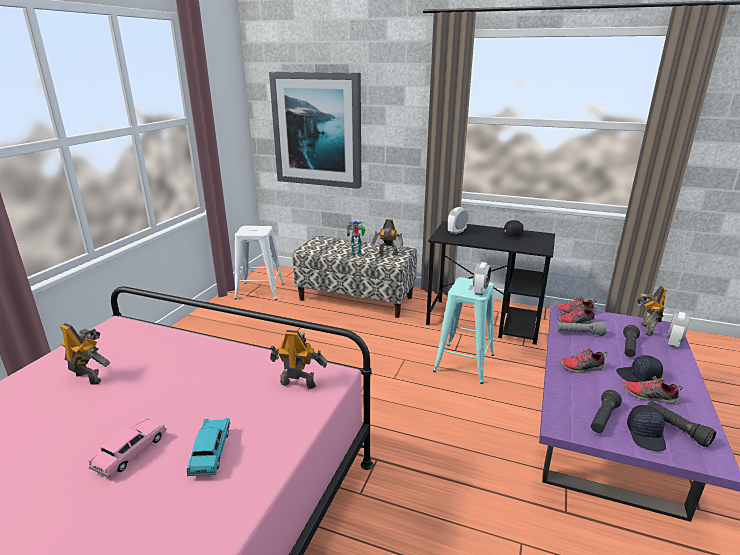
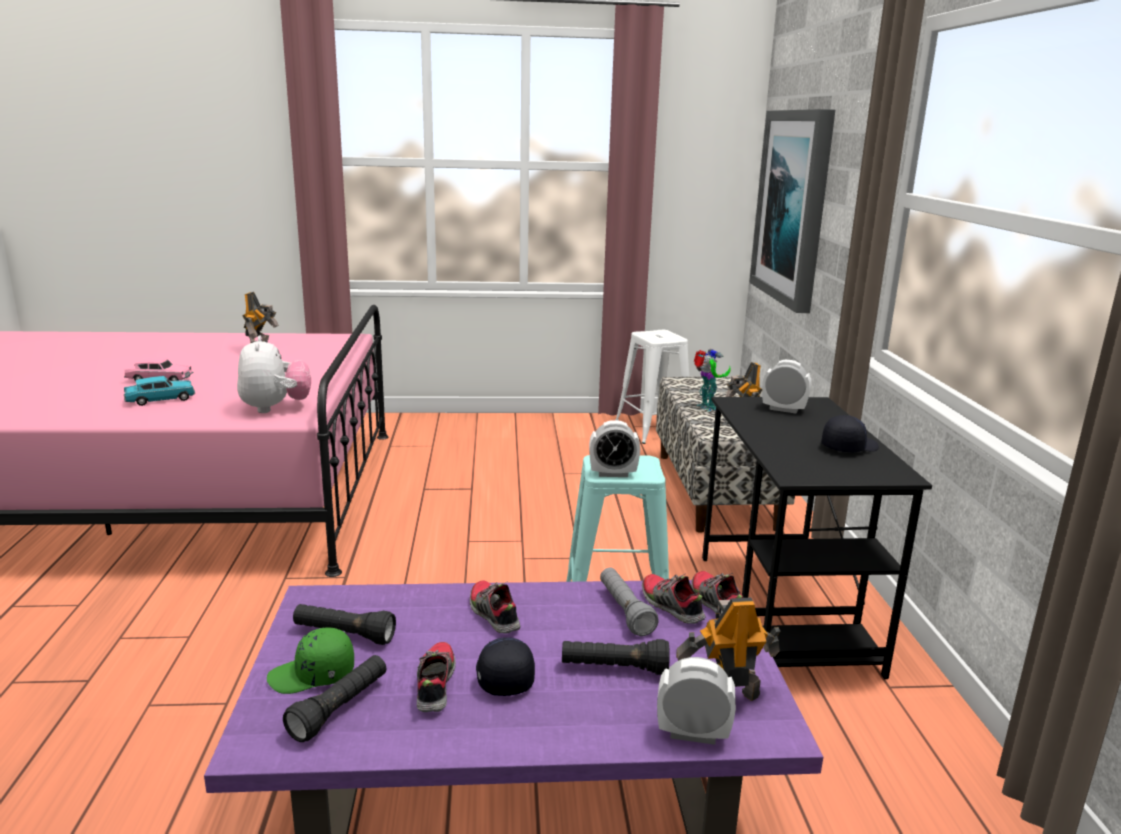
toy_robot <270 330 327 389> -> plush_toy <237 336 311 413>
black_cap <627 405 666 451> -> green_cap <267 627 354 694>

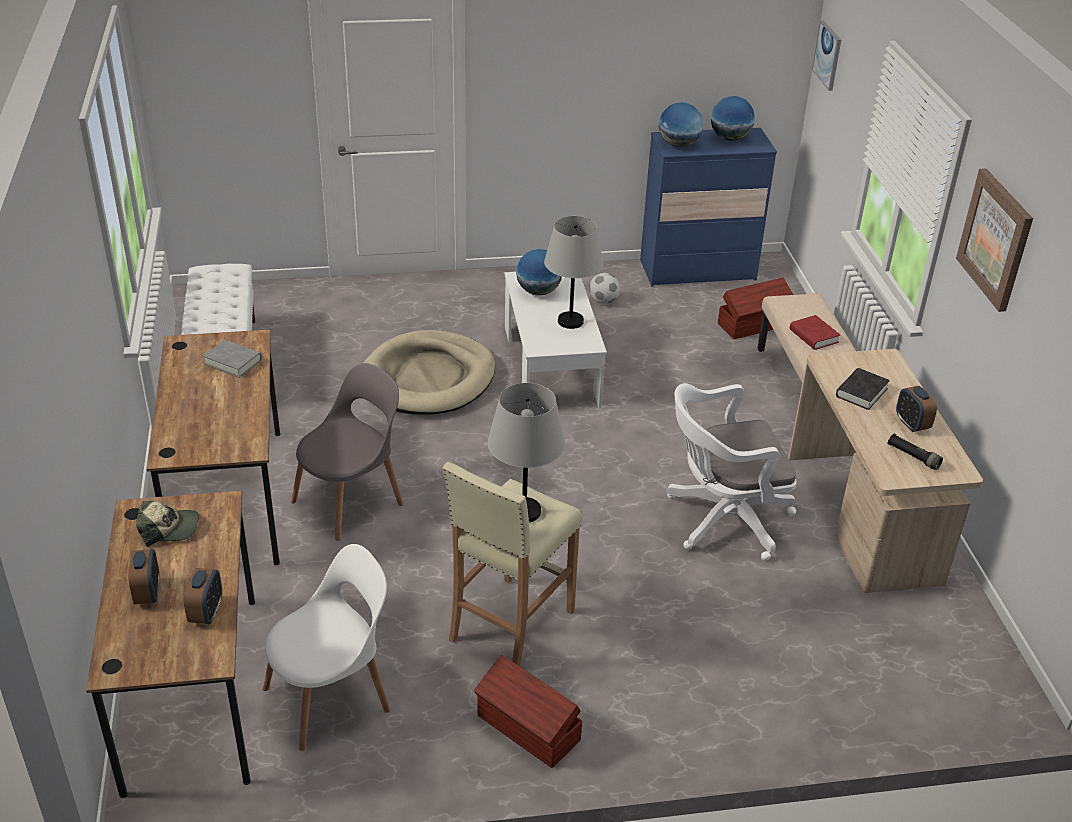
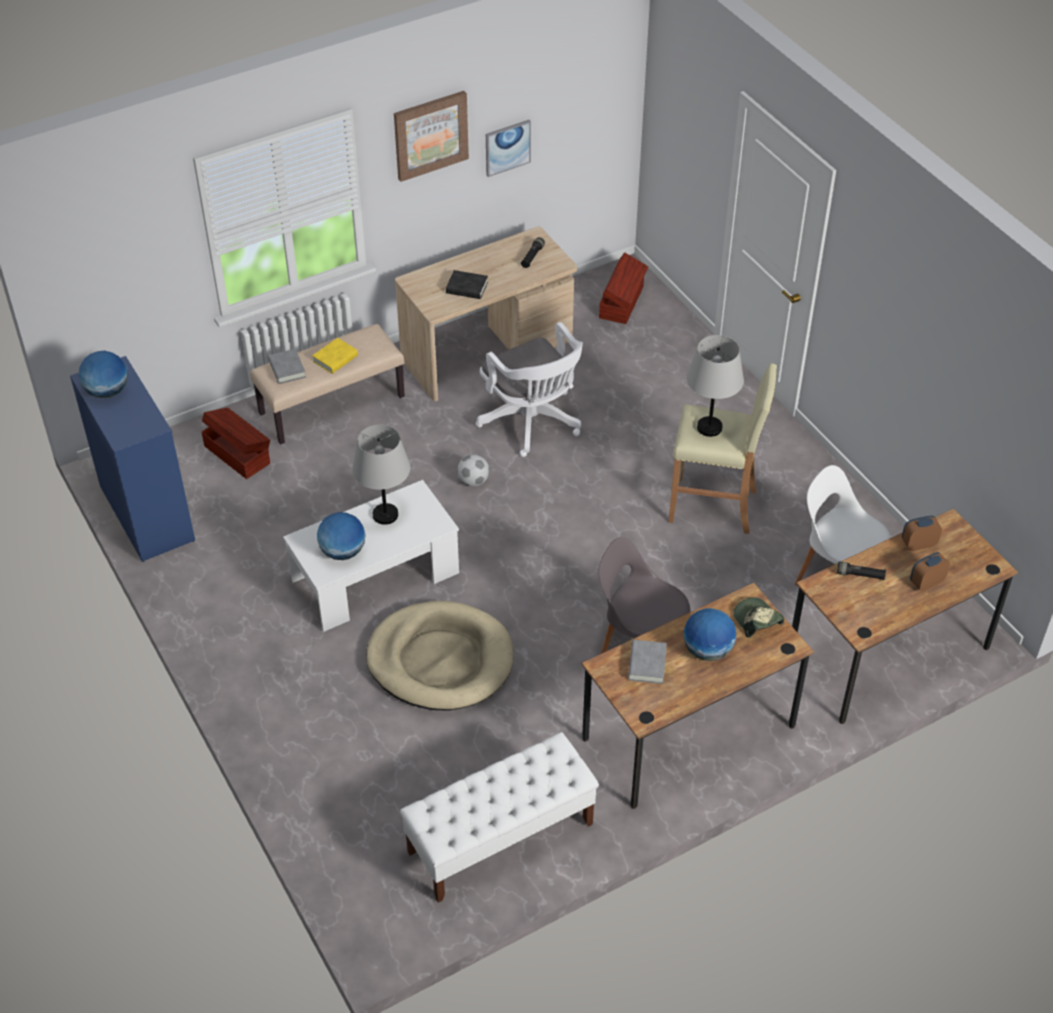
none -> grey_book <268 349 306 384>
red_book <790 315 840 350> -> yellow_book <312 338 358 374>
football <589 273 620 304> -> football <457 454 489 487>, moved
picture <812 20 841 91> -> picture <486 120 531 177>, moved
brown_storage_box <474 654 582 768> -> brown_storage_box <599 252 648 324>, moved
globe <659 102 703 147> -> globe <684 608 736 661>, moved
cap <136 501 199 547> -> cap <734 597 784 638>, moved
none -> black_flashlight <837 562 886 580>
alarm_clock <896 386 937 432> -> none

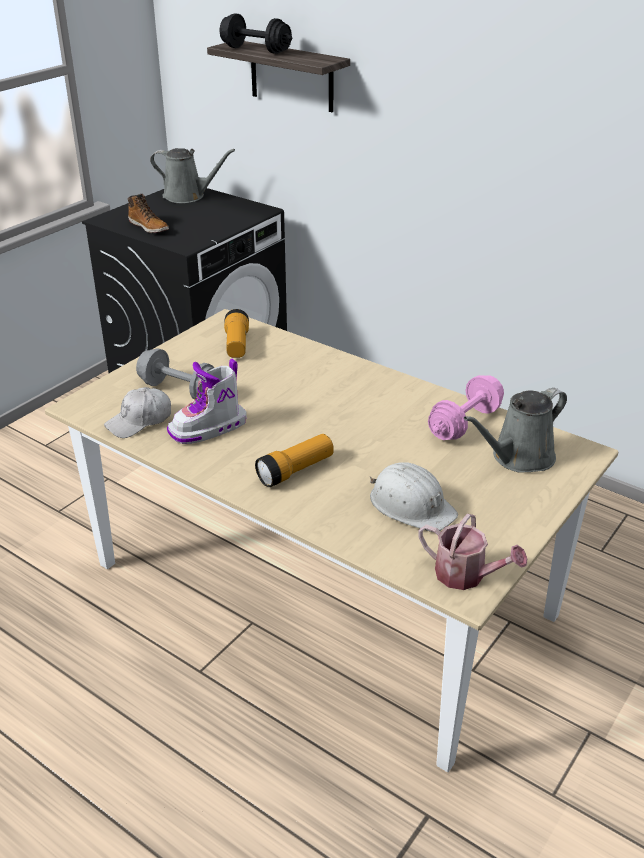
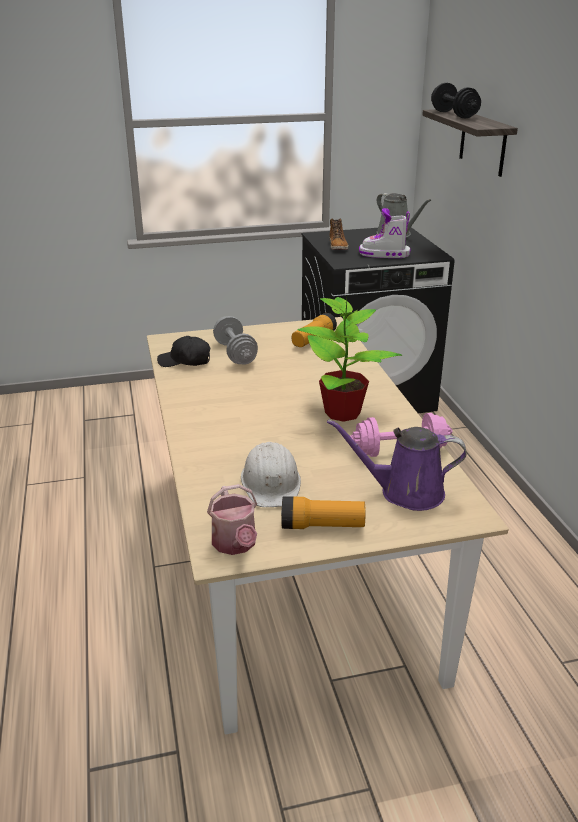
white_cap <104 387 171 438> -> black_cap <157 336 210 367>
flashlight <255 434 334 487> -> flashlight <281 496 366 529>, moved
none -> potted_plant <297 294 402 422>
grey_watering_can <464 388 567 473> -> purple_watering_can <327 419 467 511>
boot <167 359 247 444> -> boot <359 208 410 258>, moved

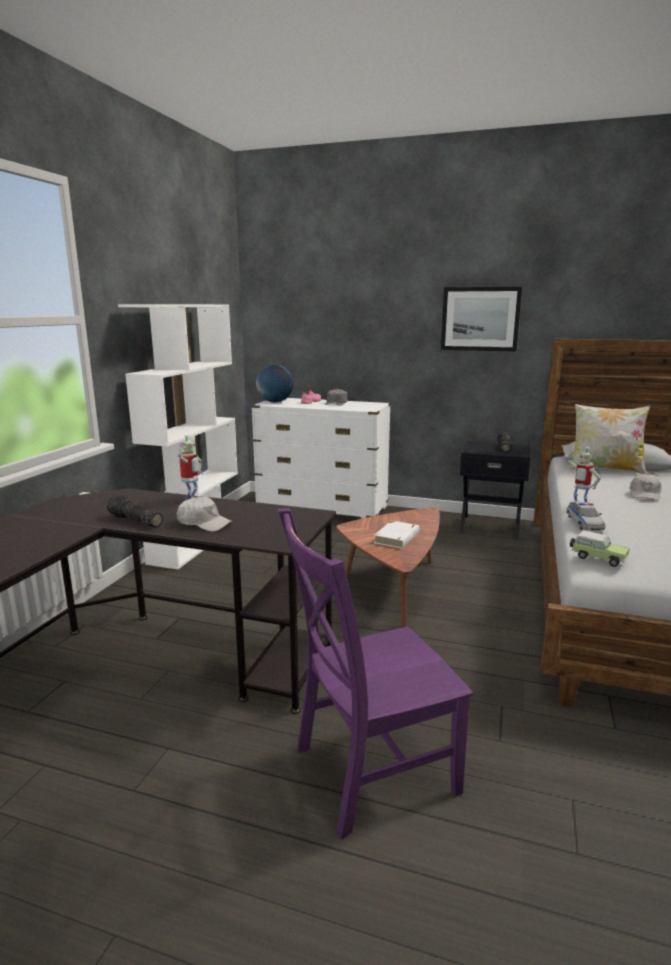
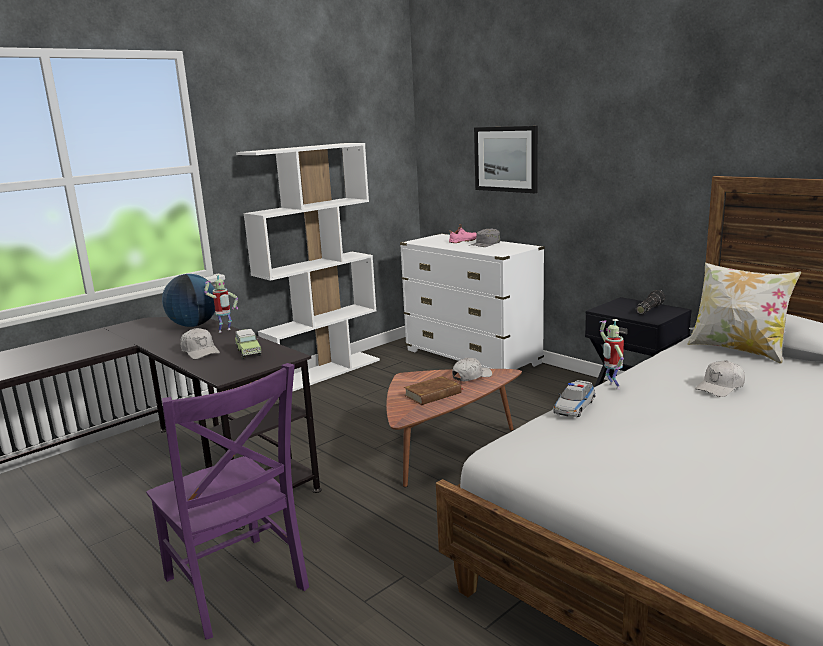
purple_chair <278 508 473 840> -> purple_chair <146 363 309 640>, 135 degrees counterclockwise
globe <256 365 293 402> -> globe <162 274 215 327>, moved
toy_car <570 531 630 567> -> toy_car <235 329 261 359>, moved
white_book <374 521 419 548> -> brown_book <404 376 463 405>
none -> white_cap <452 358 492 381>
picture <441 287 522 351> -> picture <474 126 538 193>, moved
flashlight <107 495 163 527> -> none

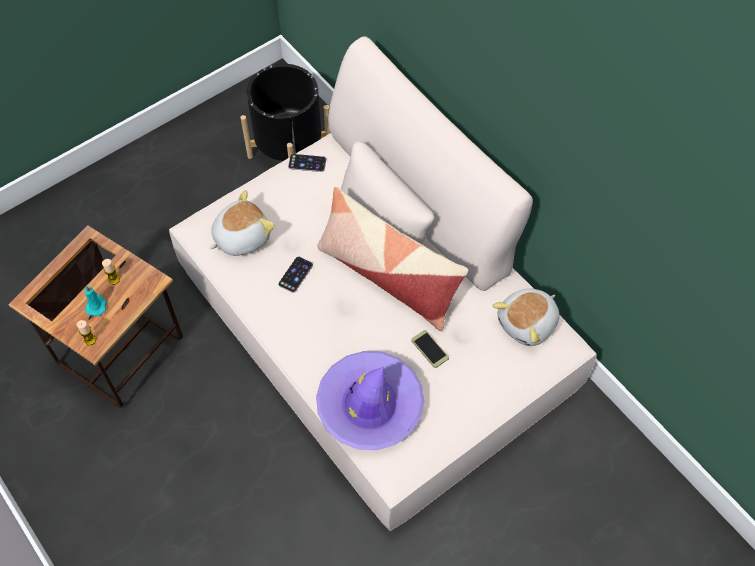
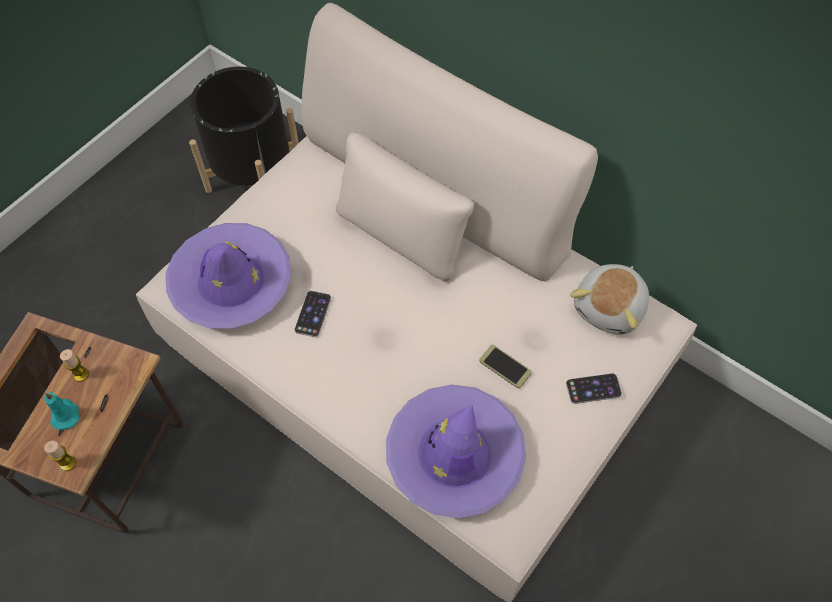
plush_toy <209 190 275 256> -> purple_hat <166 223 291 329>
phone <288 154 326 172> -> phone <566 373 622 404>, moved
pillow <317 187 468 331> -> none

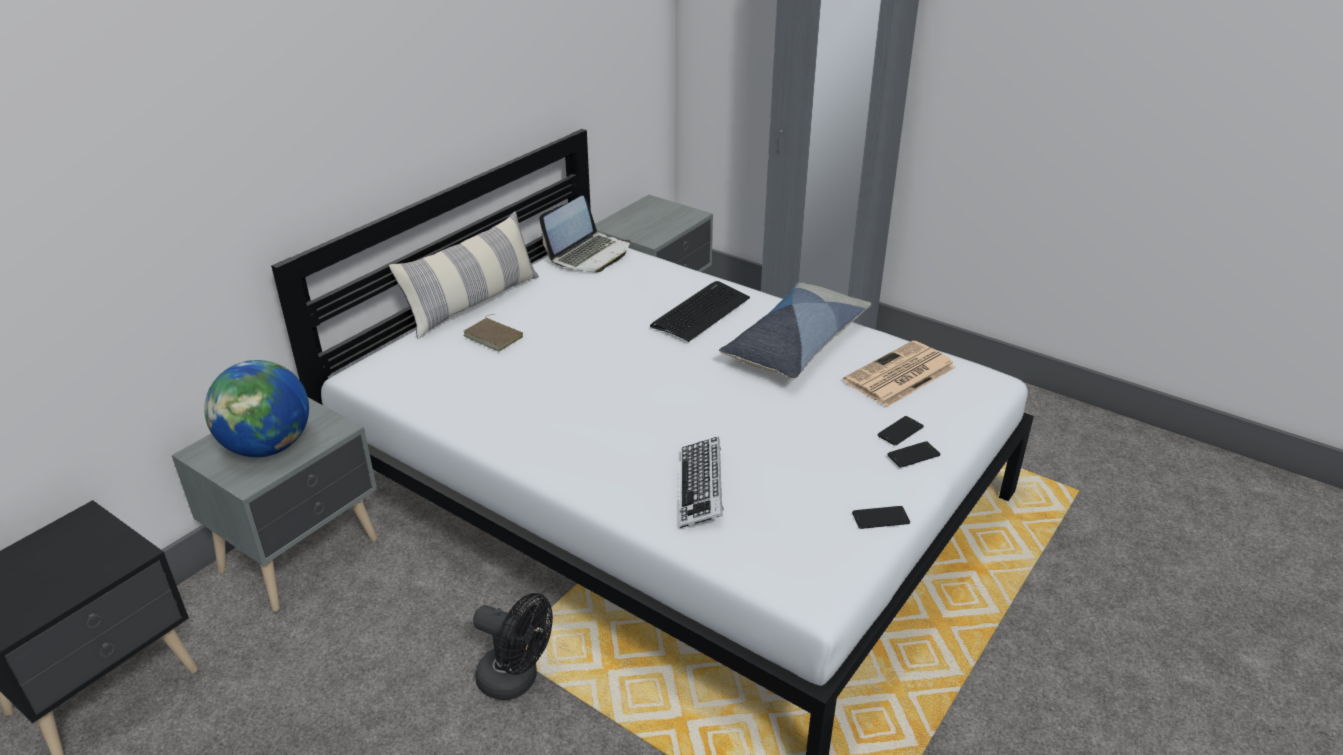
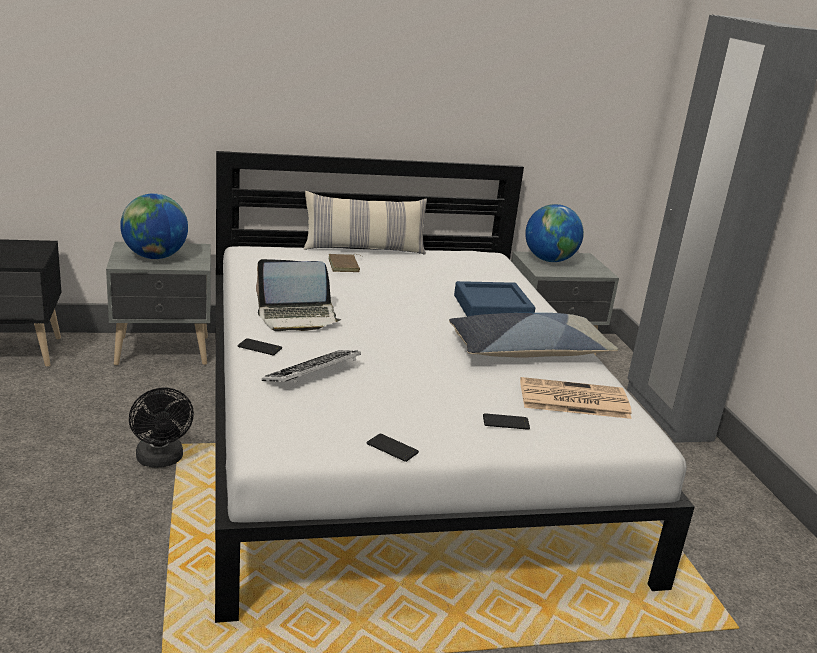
phone <887 441 940 468> -> phone <237 338 282 356>, moved
laptop <539 196 630 272> -> laptop <256 259 341 331>, moved
keyboard <650 281 750 342> -> blue_tray <454 281 535 317>
none -> globe <525 204 584 262>

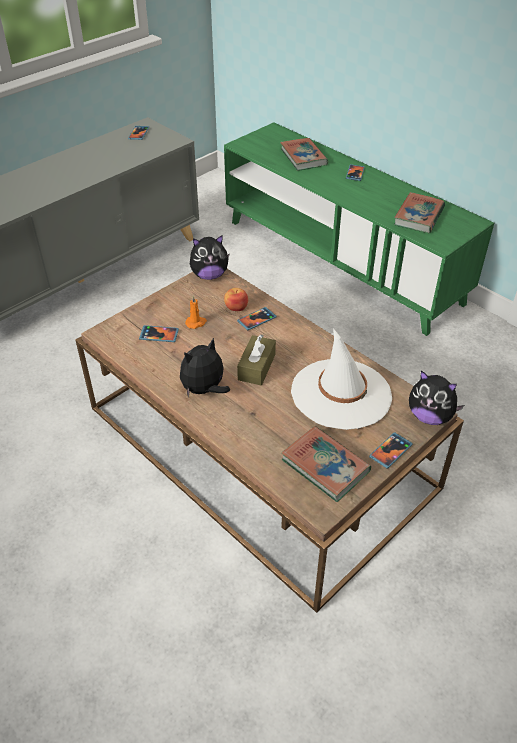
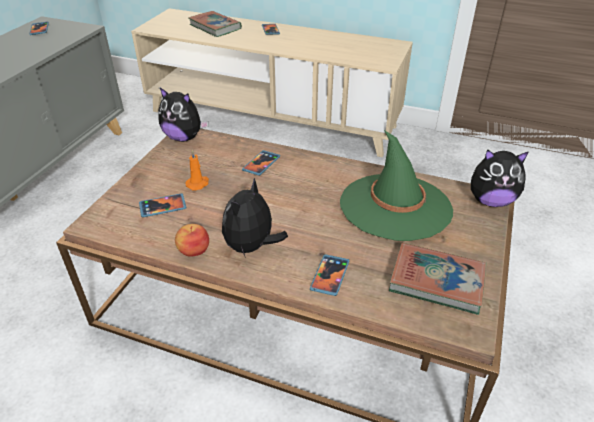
green_tv_stand <224 122 494 336> -> beige_tv_stand <131 8 413 157>
plush_toy <190 235 230 280> -> plush_toy <158 88 208 142>, 60 degrees clockwise
apple <224 288 248 311> -> apple <175 224 209 257>, moved
phone <369 432 413 468> -> phone <310 254 349 296>, moved
white_hat <291 328 392 430> -> green_hat <340 130 453 241>
brown_tissue_box <237 334 276 386> -> none
book <394 192 445 233> -> none

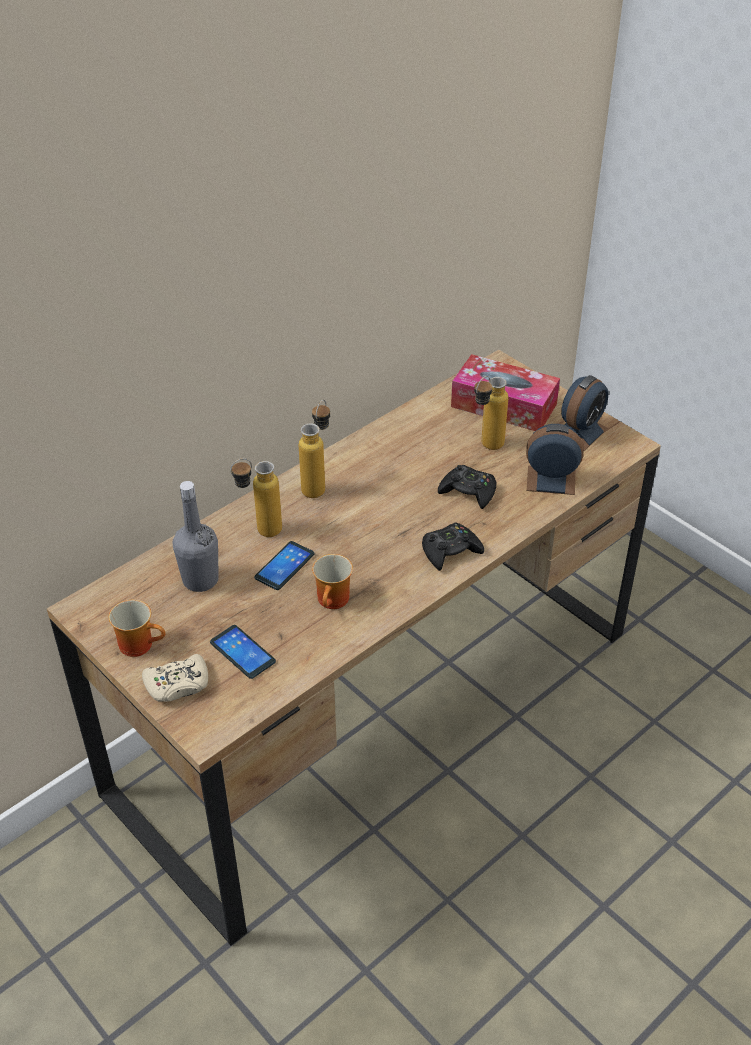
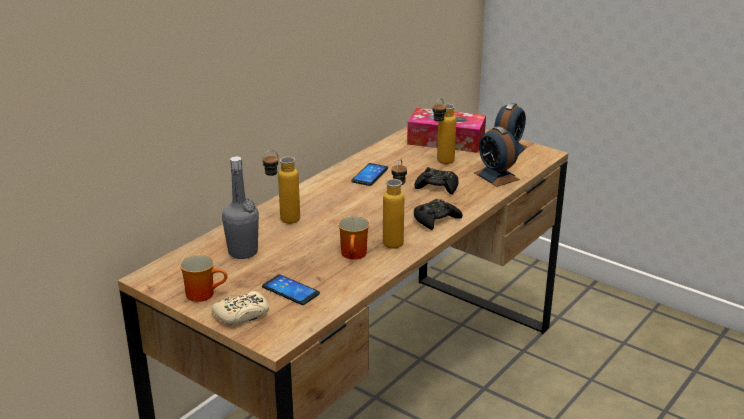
phone <254 541 314 590> -> phone <351 163 388 186>, moved
bottle <299 400 330 498> -> bottle <383 159 407 249>, moved
alarm_clock <526 424 583 495> -> alarm_clock <474 126 520 187>, 120 degrees counterclockwise

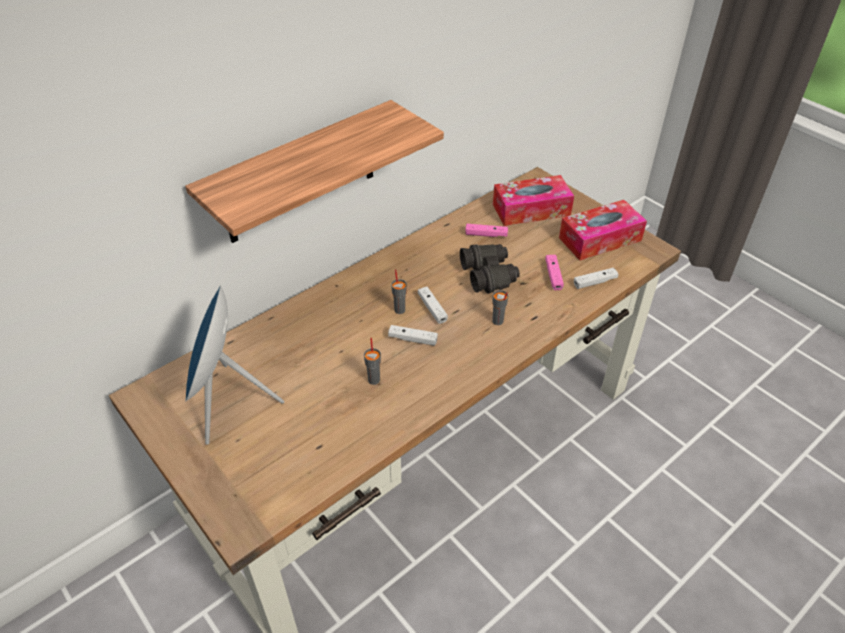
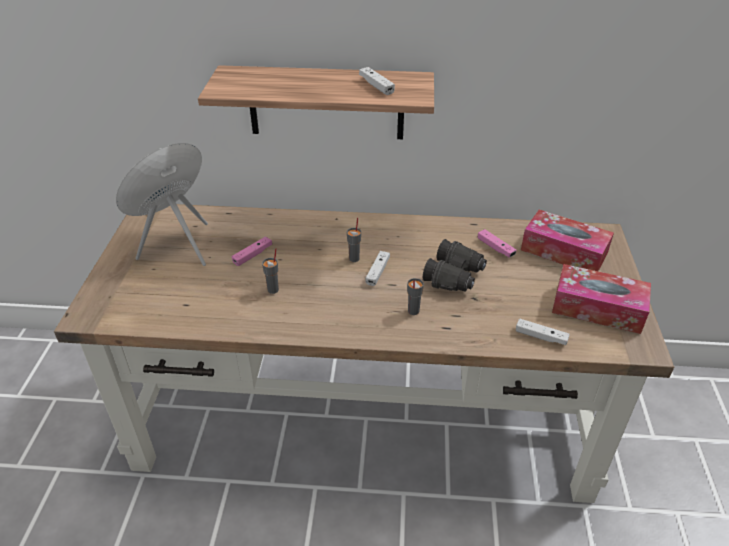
pink_game_controller <545 255 564 290> -> pink_game_controller <232 237 272 266>, moved
white_game_controller <388 325 438 346> -> white_game_controller <359 67 395 95>, moved

